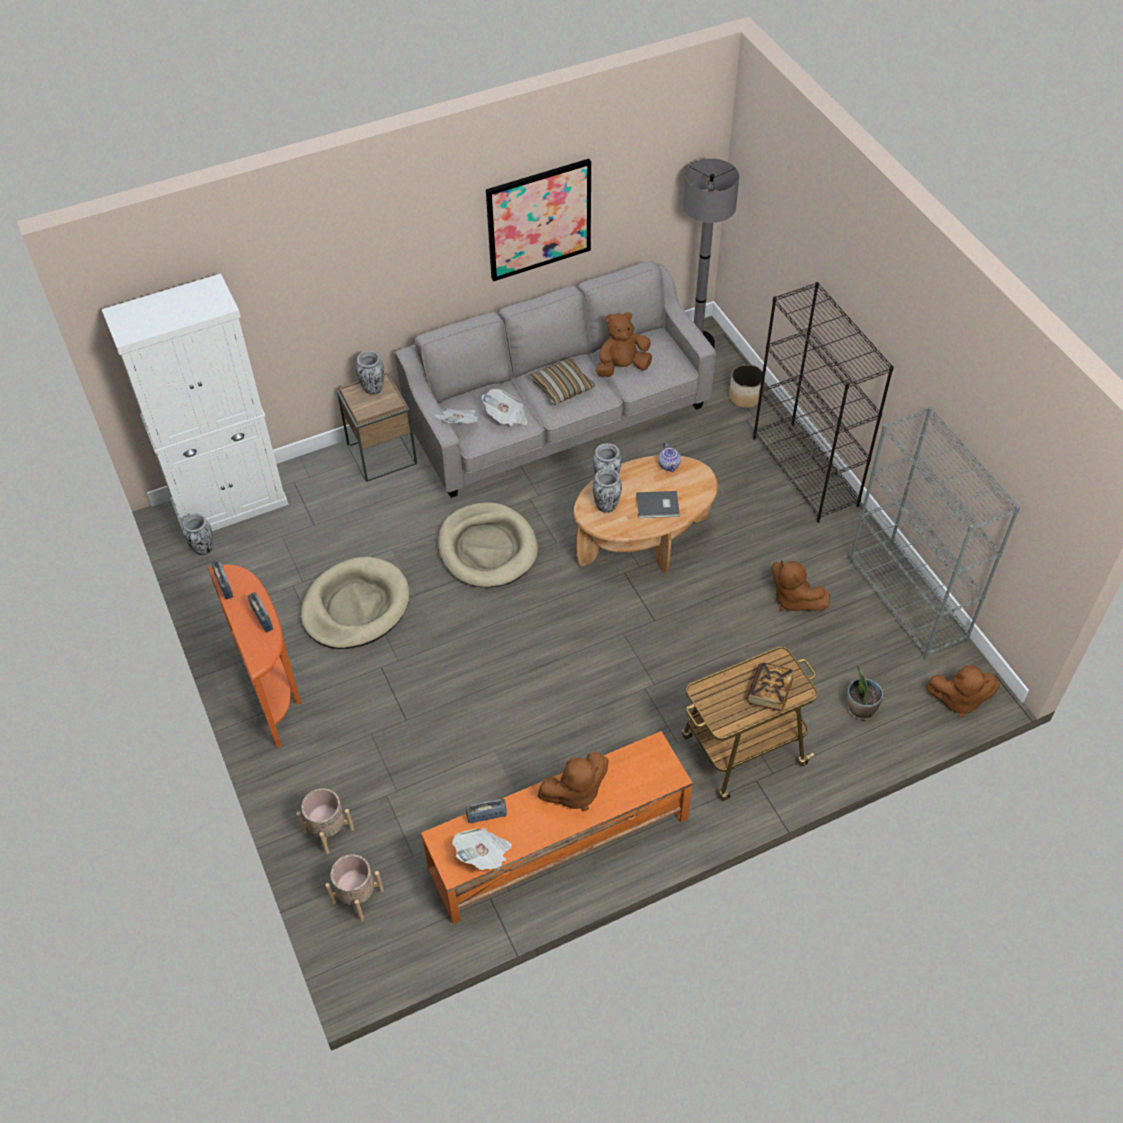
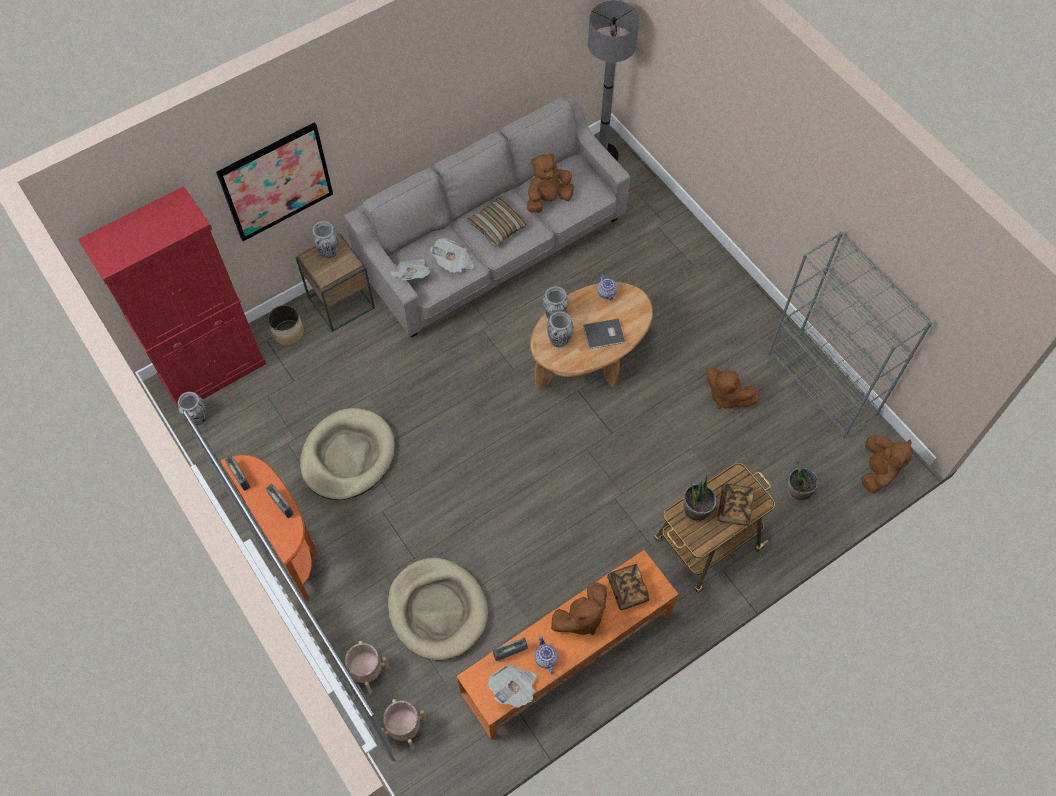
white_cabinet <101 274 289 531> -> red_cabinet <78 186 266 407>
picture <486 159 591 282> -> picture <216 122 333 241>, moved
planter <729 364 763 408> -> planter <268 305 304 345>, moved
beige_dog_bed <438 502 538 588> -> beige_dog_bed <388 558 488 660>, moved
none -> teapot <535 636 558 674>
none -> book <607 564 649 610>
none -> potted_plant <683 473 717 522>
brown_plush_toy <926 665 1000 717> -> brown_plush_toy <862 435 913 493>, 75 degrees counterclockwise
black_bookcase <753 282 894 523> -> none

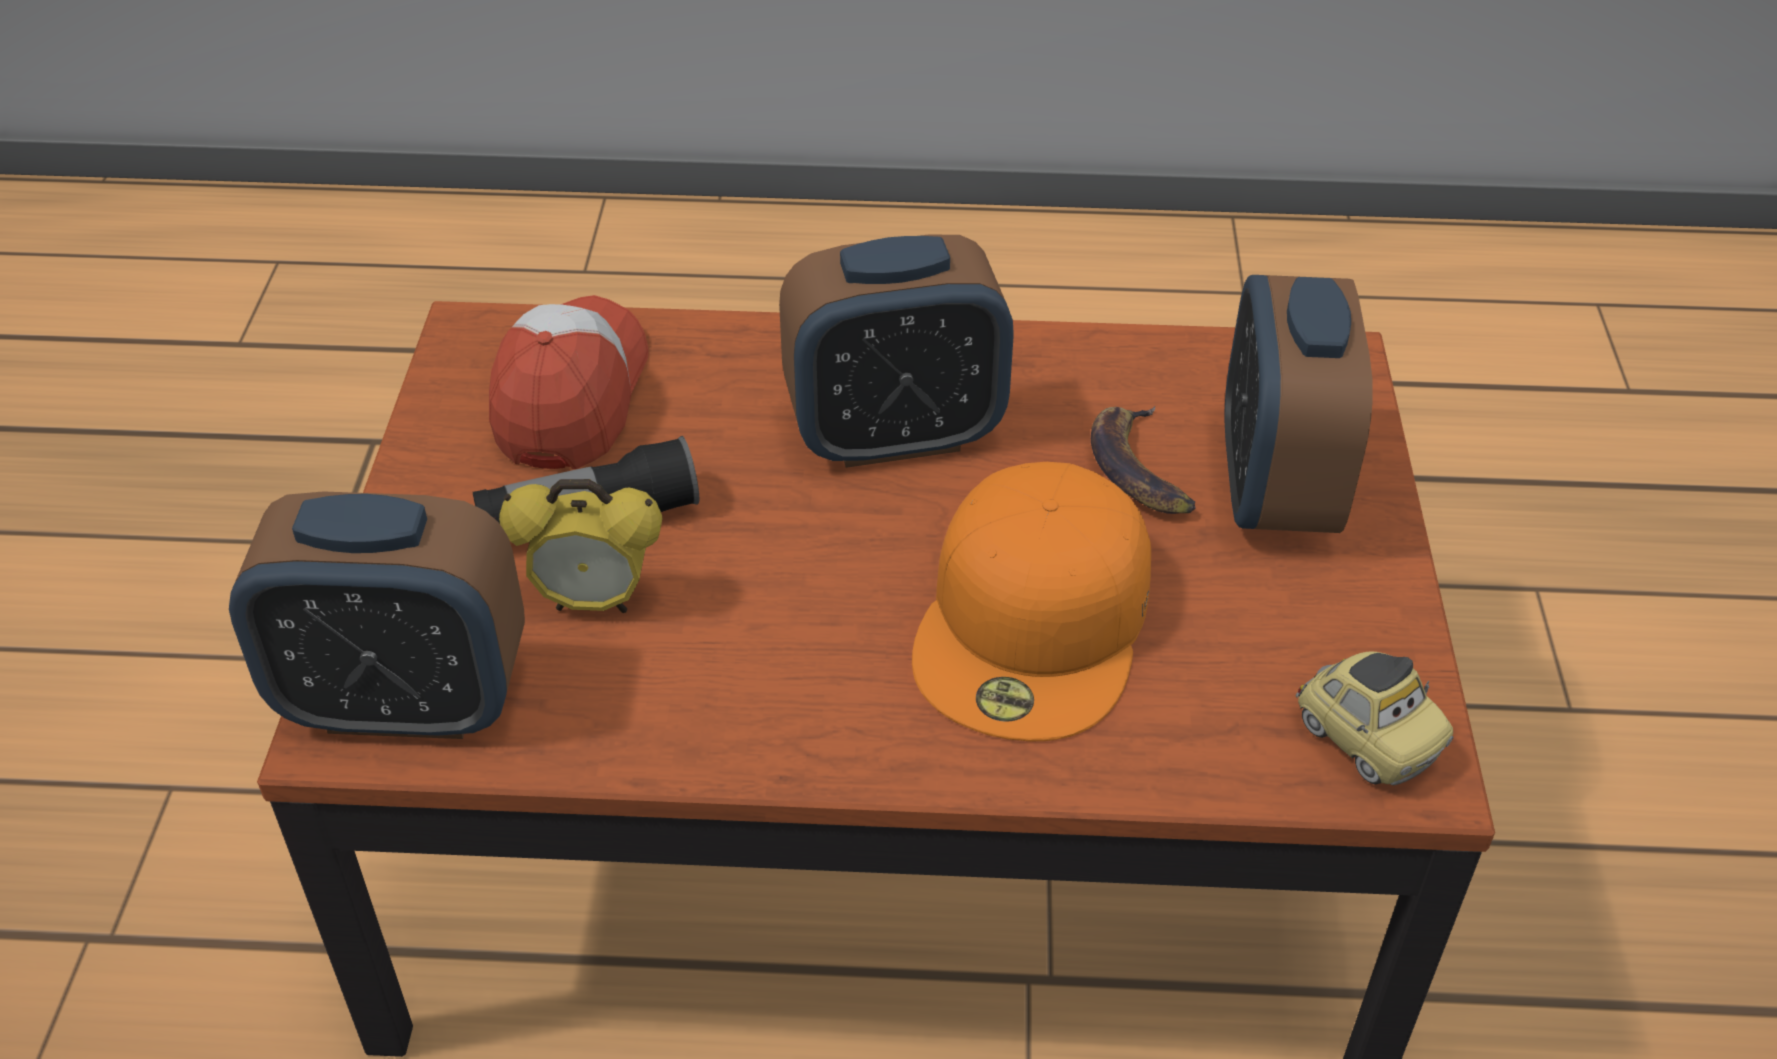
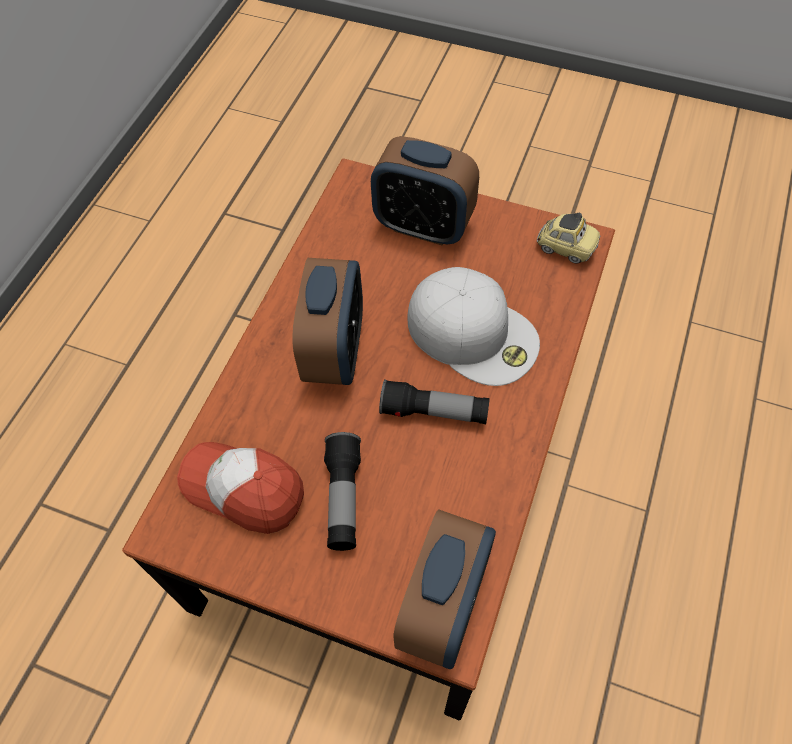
none -> flashlight <379 379 490 424>
orange_cap <912 462 1151 741> -> white_cap <408 267 540 386>
toy_car <1296 651 1453 785> -> toy_car <537 213 600 264>, 45 degrees clockwise
alarm_clock <499 479 662 613> -> none
banana <1091 406 1196 514> -> none

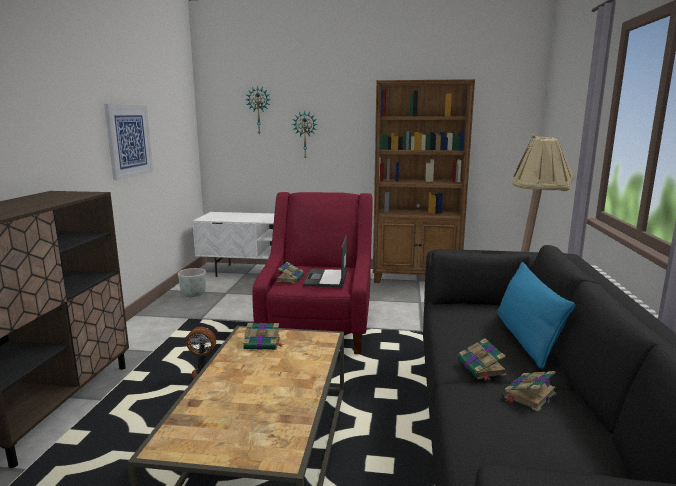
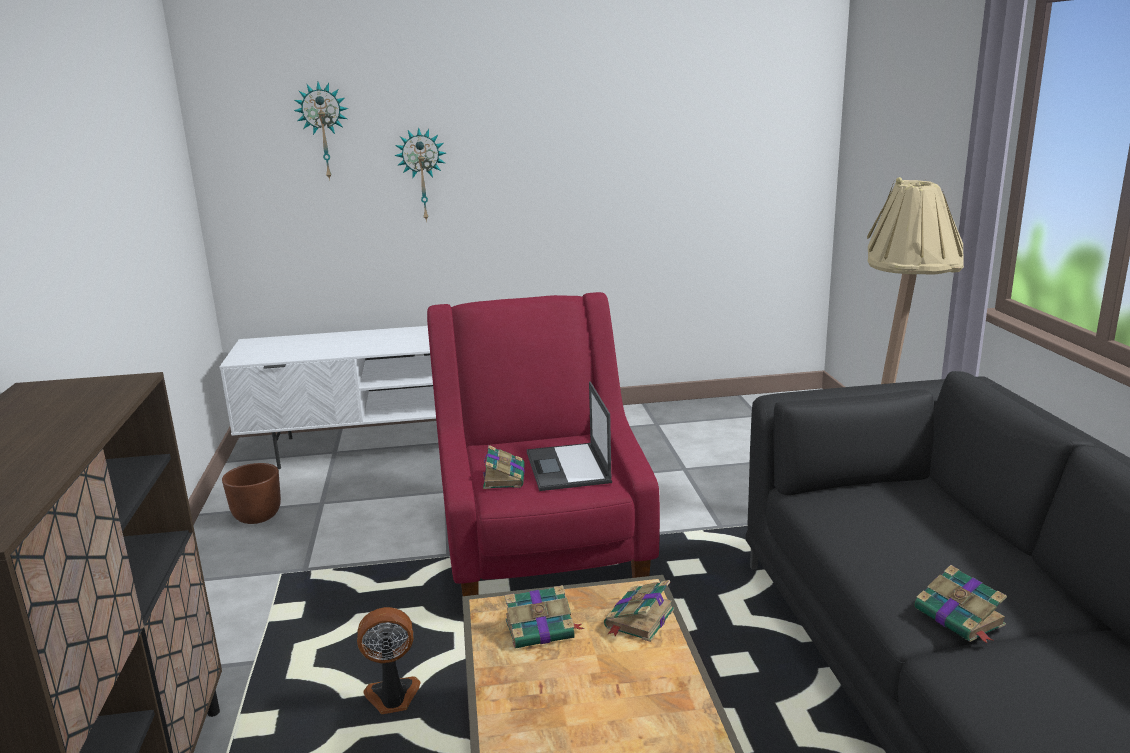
grey_planter <178 268 206 297> -> brown_planter <222 463 281 524>
book <502 371 556 412> -> book <604 580 674 642>, moved
picture <104 104 153 180> -> none
brown_bookcase <373 79 475 283> -> none
blue_pillow <497 262 575 369> -> none

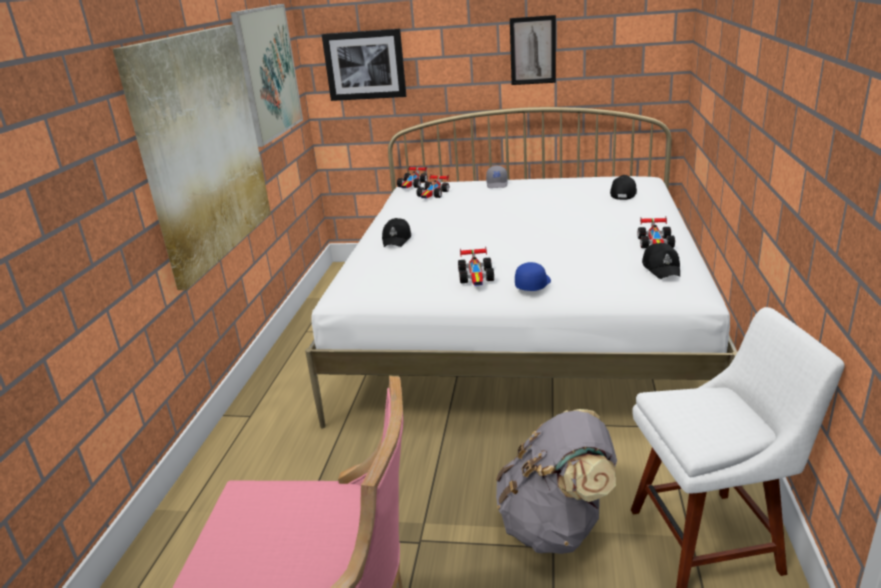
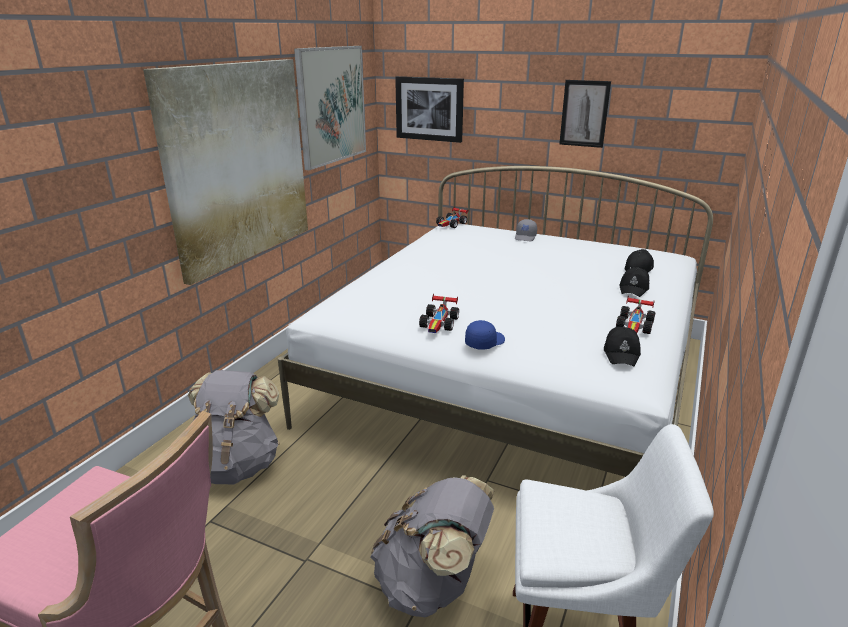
none -> grey_backpack <188 370 280 484>
black_cap <382 218 411 247> -> black_cap <619 267 649 297>, moved
toy_car <416 174 449 198> -> none

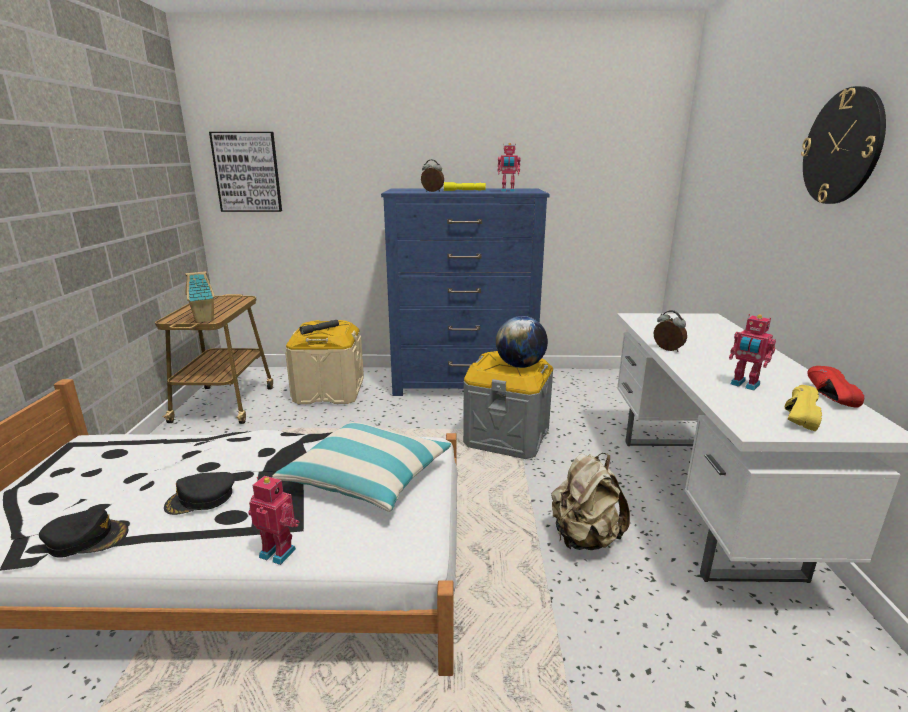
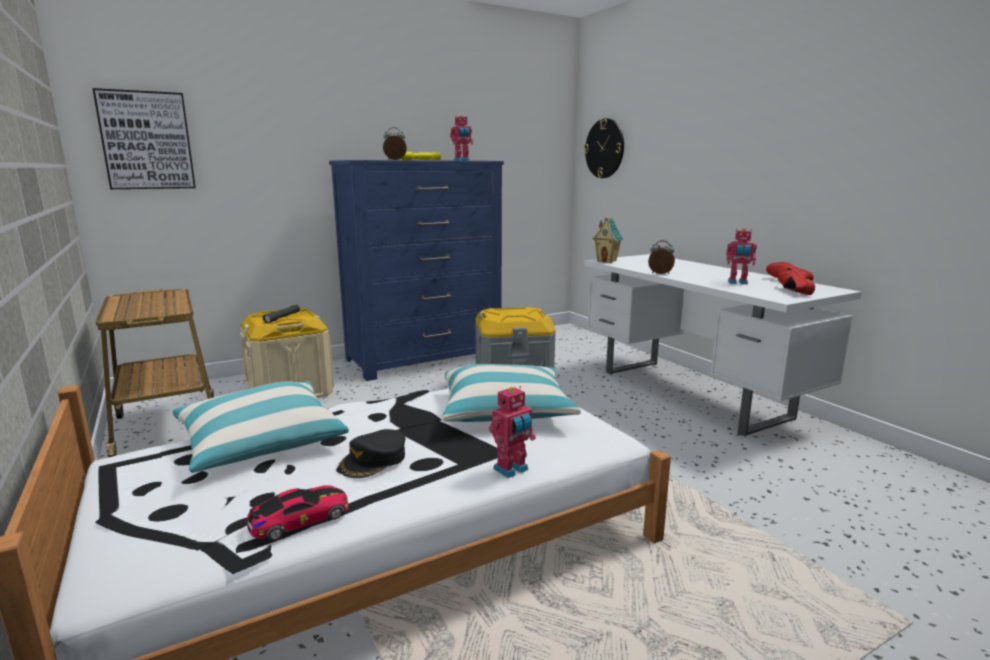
none -> pillow <172 381 349 473>
black_cap <39 509 128 558> -> toy_car <247 485 349 541>
toy_robot <248 476 299 565> -> toy_robot <489 386 536 478>, 150 degrees clockwise
wall_clock <801 86 886 204> -> wall_clock <584 118 624 178>, moved
toy_house <185 271 215 323> -> toy_house <592 216 623 263>, moved
yellow_shoe <785 385 822 431> -> red_shoe <777 270 815 295>
globe <496 316 548 368> -> none
beige_backpack <551 453 630 550> -> none

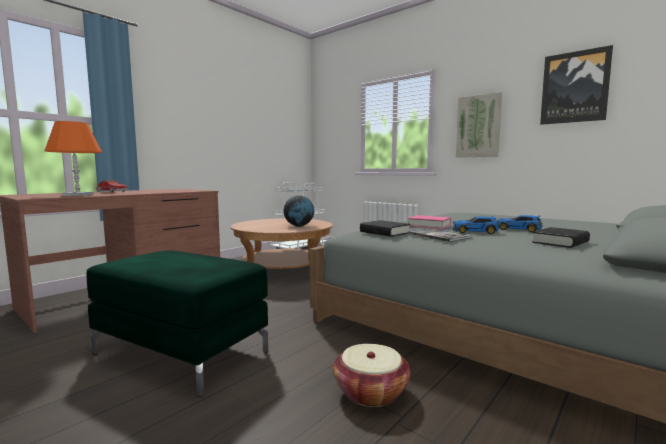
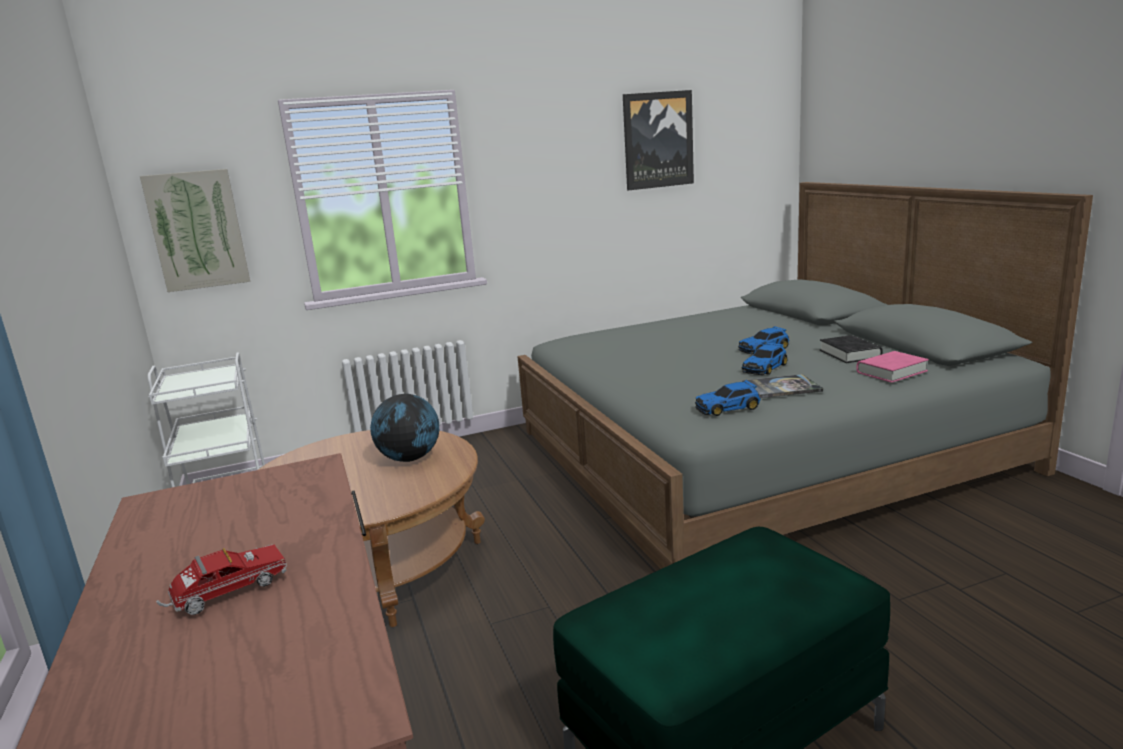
picture <456 92 502 158> -> picture <140 169 250 292>, moved
black_book <360 220 410 237> -> toy_car <695 380 761 416>
pink_book <408 215 451 229> -> pink_book <856 351 929 383>, moved
orange_table_lamp <45 121 102 196> -> none
basket <333 344 411 407> -> none

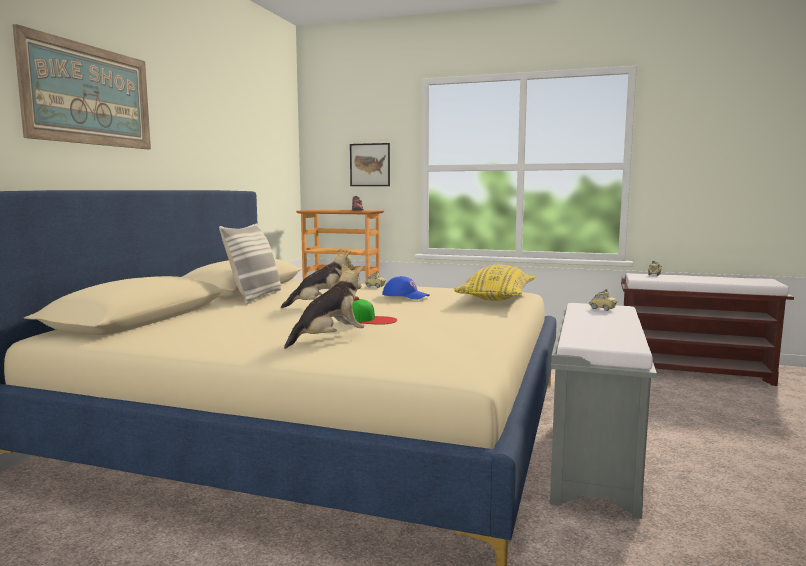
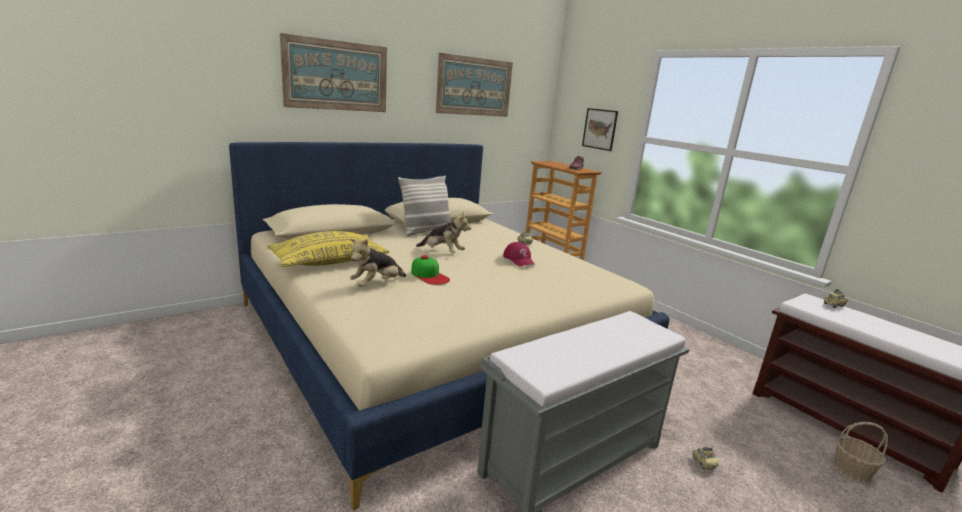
yellow_pillow <454 265 535 301> -> yellow_pillow <267 231 389 267>, moved
plush_toy <284 263 365 349> -> plush_toy <350 239 406 287>, 135 degrees clockwise
none -> picture <436 53 513 117>
blue_cap <382 276 430 300> -> red_cap <503 242 535 266>
toy_car <589 289 617 311> -> toy_car <692 447 719 470>, moved
none -> basket <833 422 888 484>

